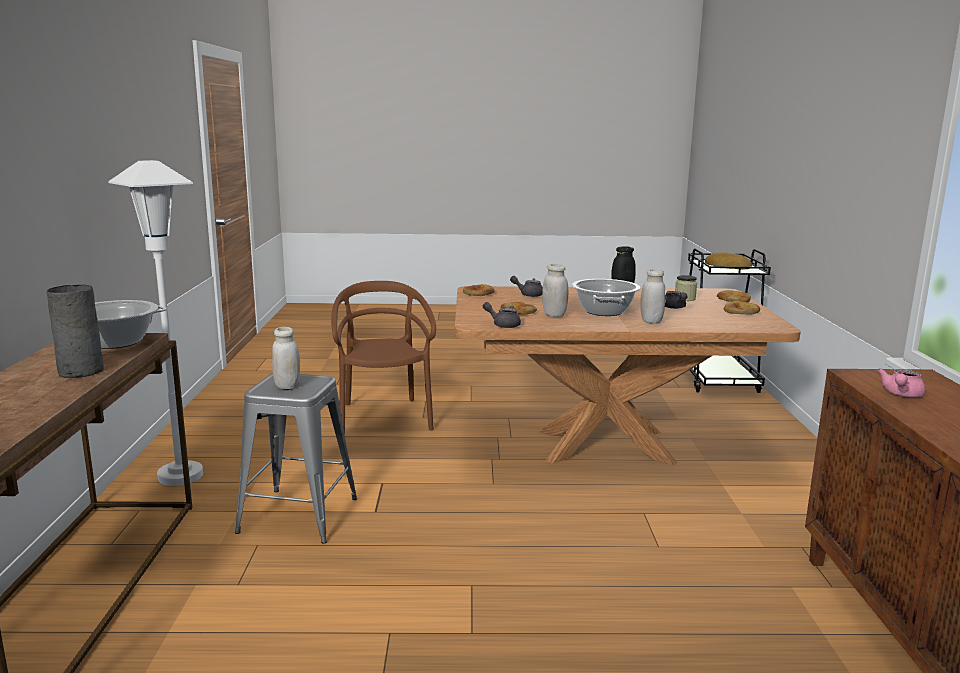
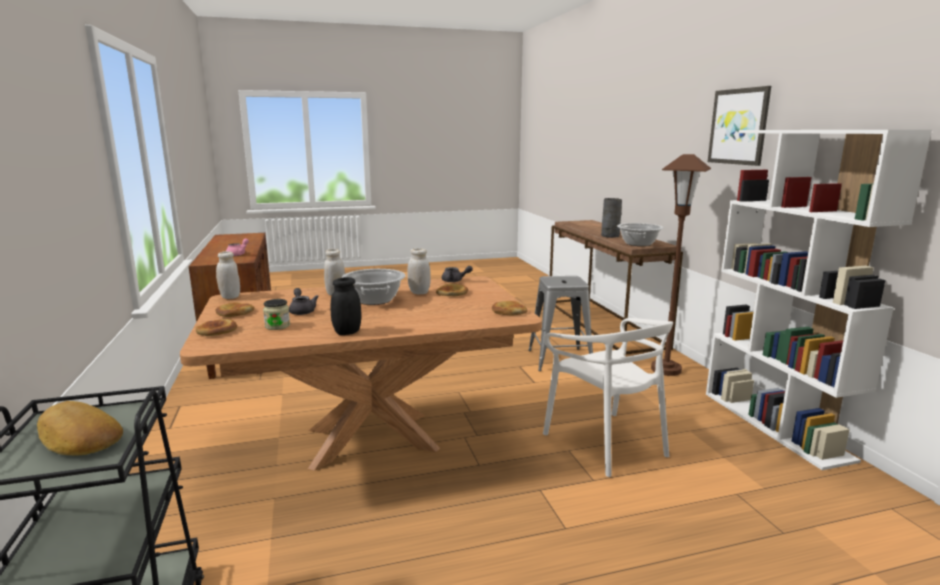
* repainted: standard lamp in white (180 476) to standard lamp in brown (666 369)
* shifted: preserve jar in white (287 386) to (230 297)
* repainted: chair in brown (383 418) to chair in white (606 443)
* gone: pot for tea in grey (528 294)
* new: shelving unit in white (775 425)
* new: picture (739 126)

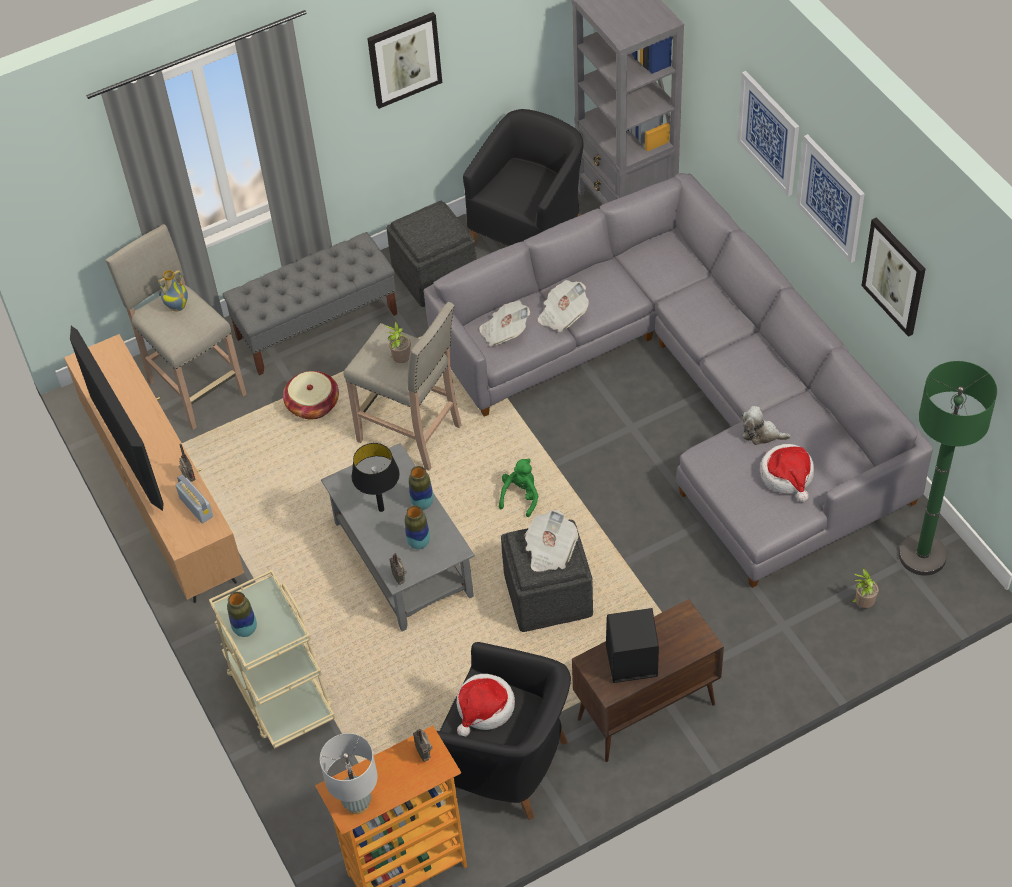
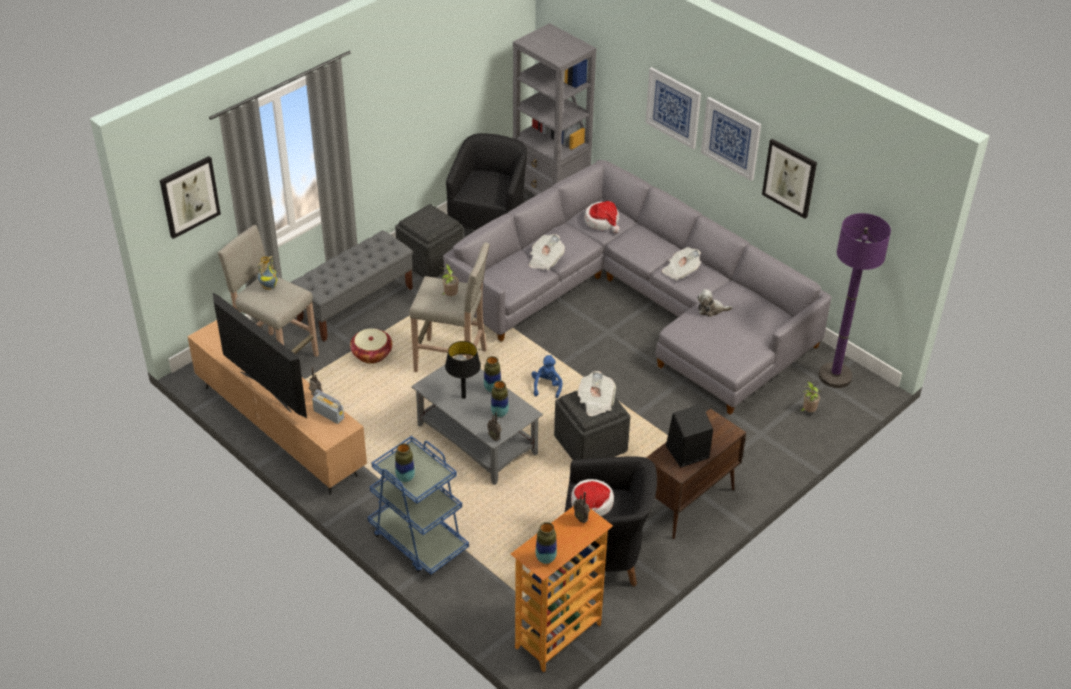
* repainted: trolley in beige (280 692) to trolley in bluish (418 540)
* swapped: table lamp in grey (357 802) to flower vase (545 558)
* shifted: picture (404 59) to (189 196)
* shifted: daily paper (504 332) to (680 271)
* repainted: soft toy in green-coloured (520 496) to soft toy in bluish (546 386)
* shifted: clothing hat (787 475) to (602 221)
* repainted: standard lamp in green-coloured (922 555) to standard lamp in purplish (835 376)

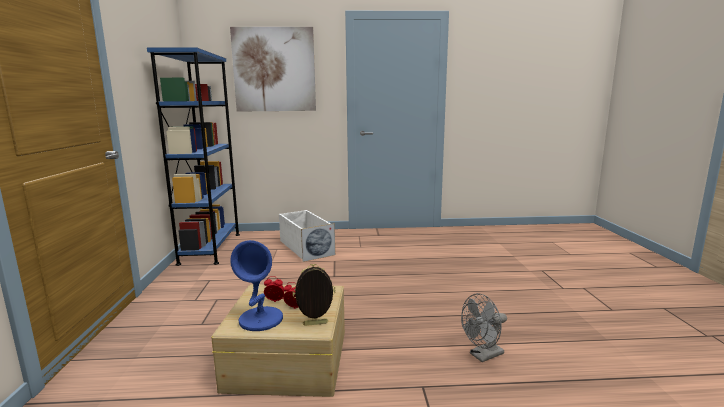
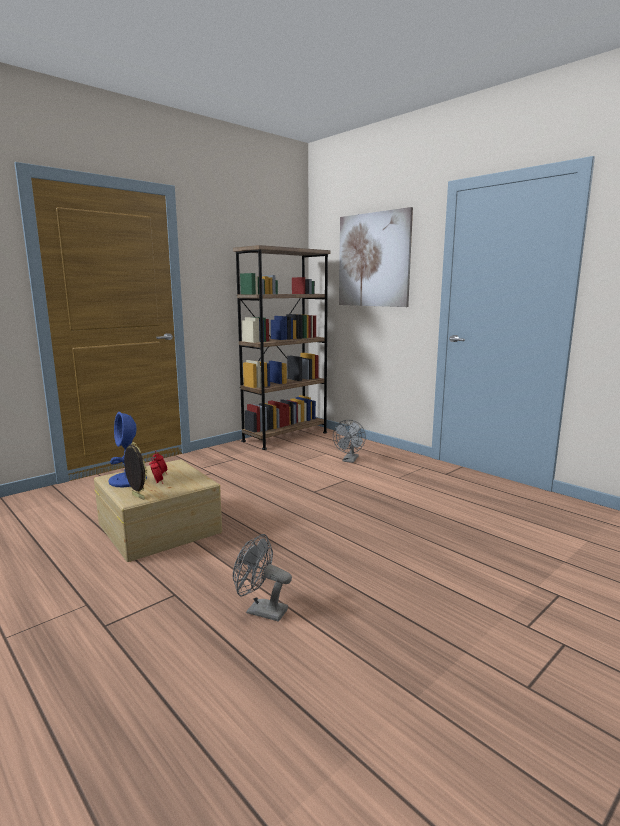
* repainted: shelving unit in bluish (210 248) to shelving unit in brown (285 437)
* swapped: storage container in white (305 247) to fan in grey (349 460)

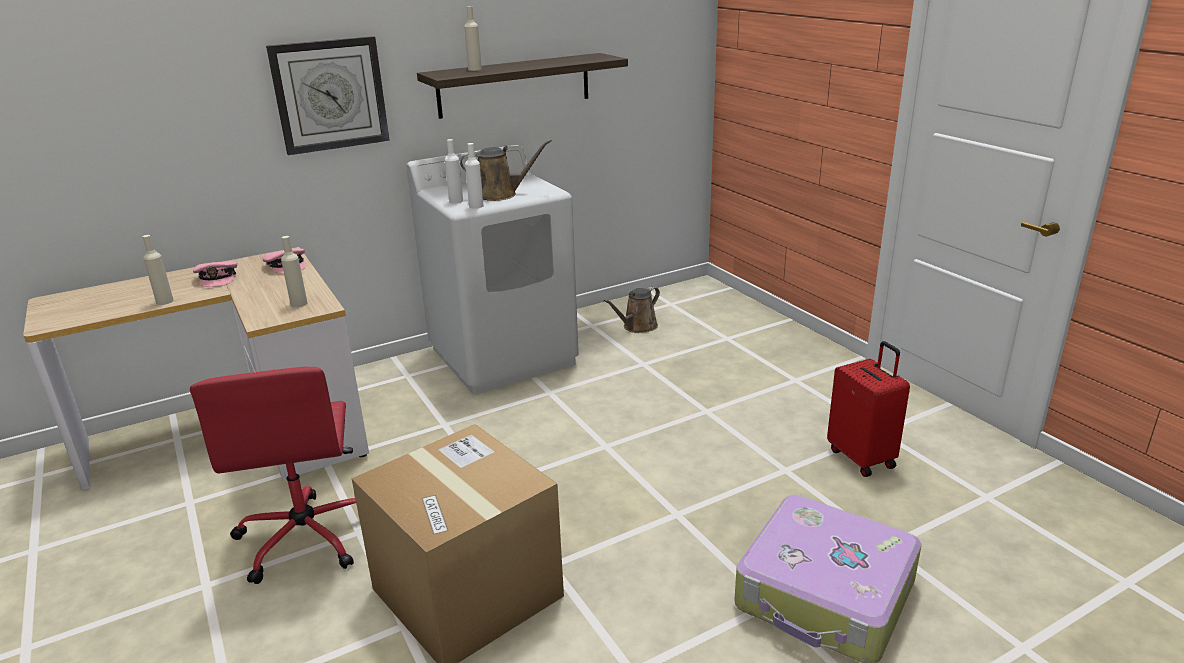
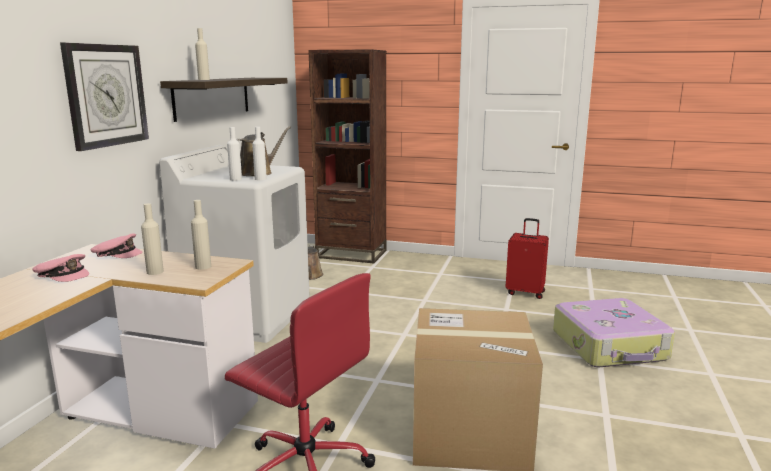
* shifted: bottle in beige (165 301) to (155 272)
* new: shelving unit in brown (351 254)

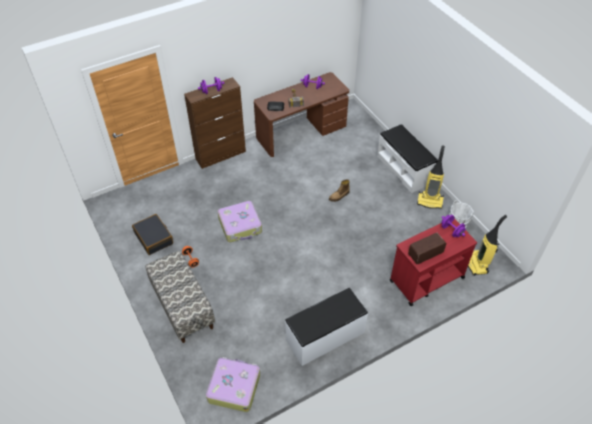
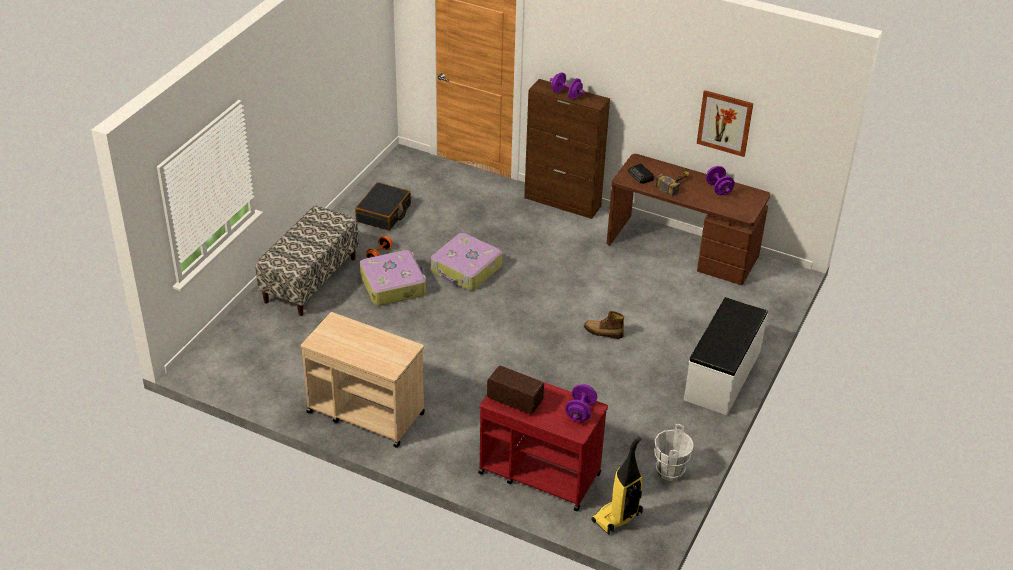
* shifted: travel case (234 387) to (393 285)
* swapped: indoor bench in white (325 336) to trolley in beige (365 412)
* gone: vacuum cleaner (430 201)
* new: picture (725 122)

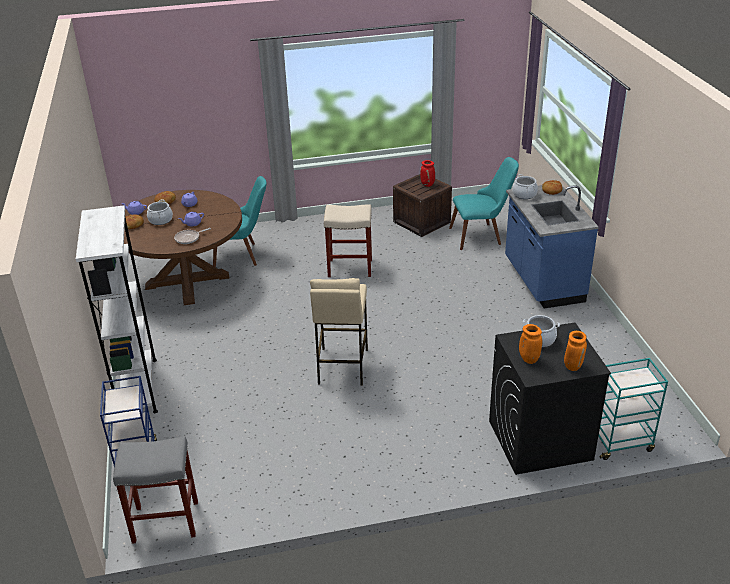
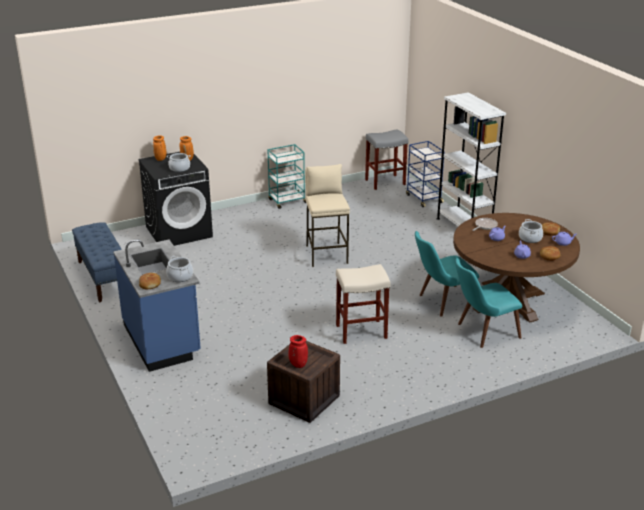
* shifted: chair in blue-green (482 235) to (441 302)
* shifted: trolley in blue-green (620 442) to (287 201)
* new: indoor bench in bluish (103 278)

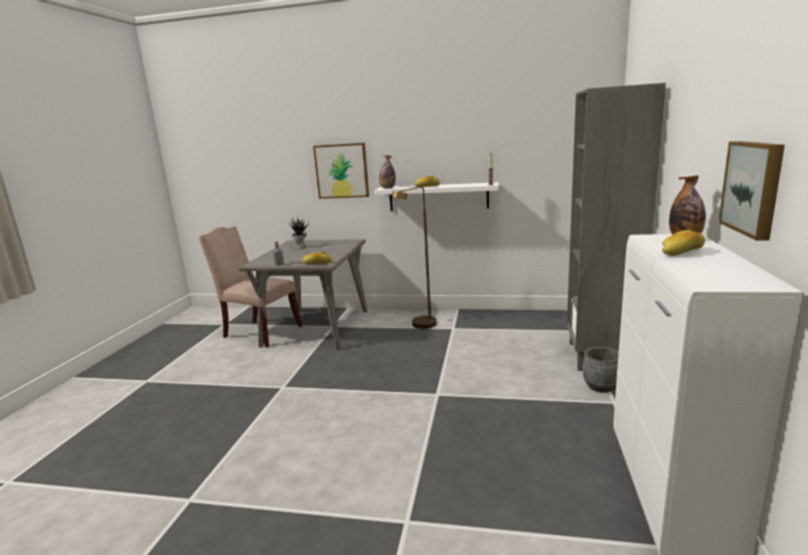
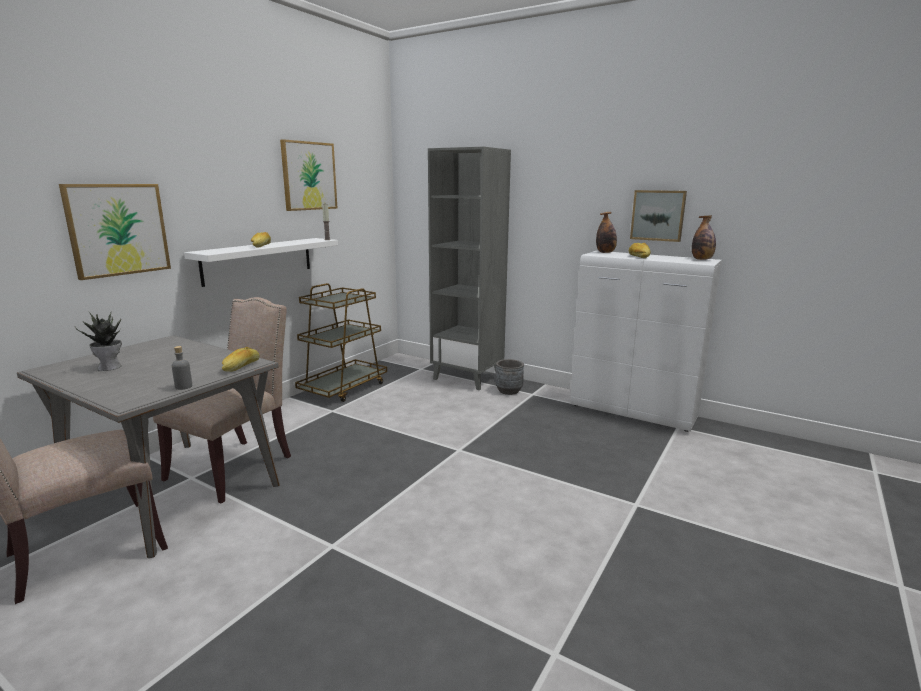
* shifted: bottle (387 188) to (702 259)
* gone: standard lamp in brown (420 326)
* new: chair in beige (236 466)
* new: picture (309 176)
* new: trolley in brown (344 388)

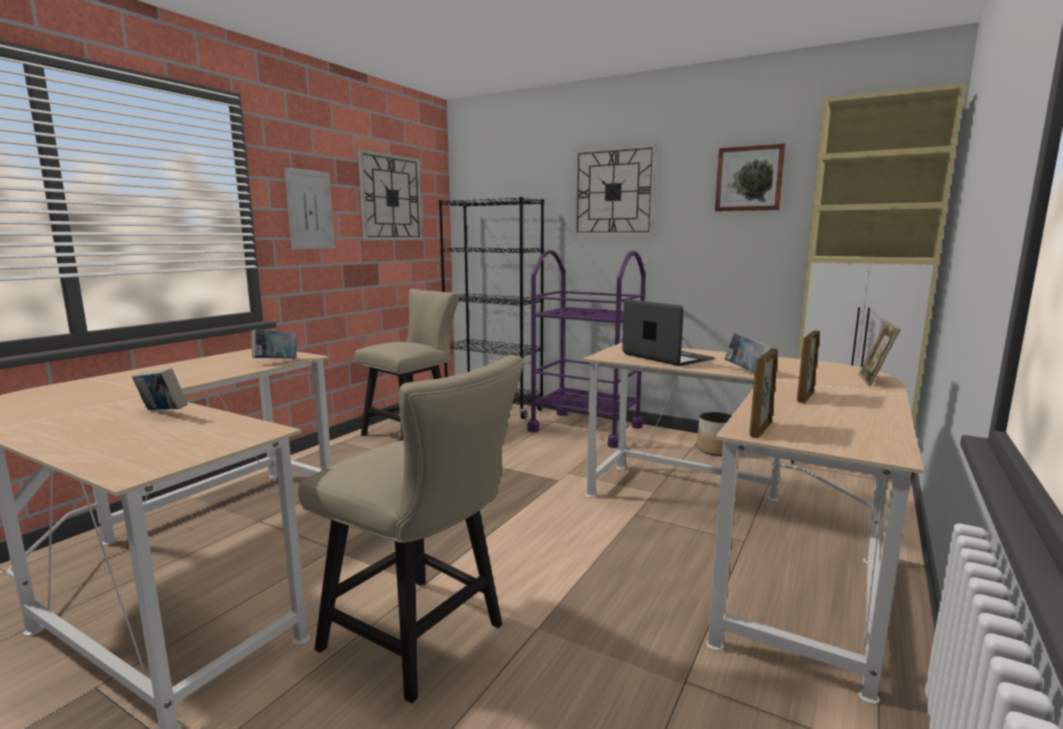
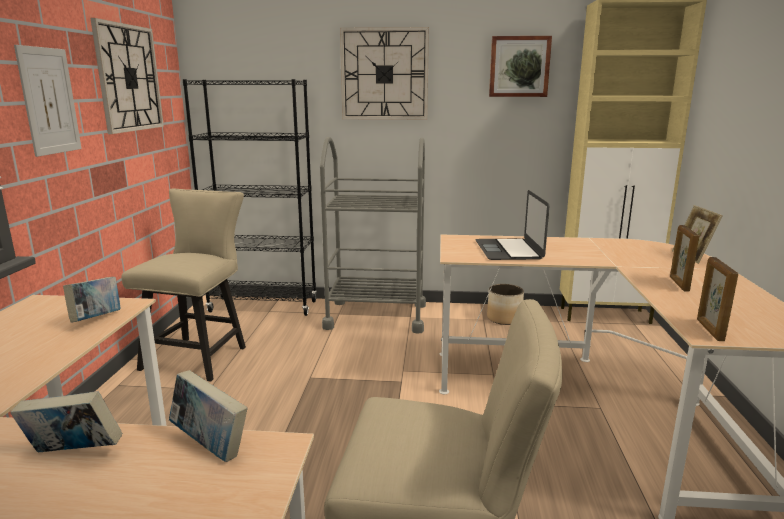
* repainted: trolley in purplish (585 429) to trolley in grey (376 316)
* rotated: notebook computer (667 357) = (508 249) 120 degrees counterclockwise
* shifted: book (748 372) to (210 445)

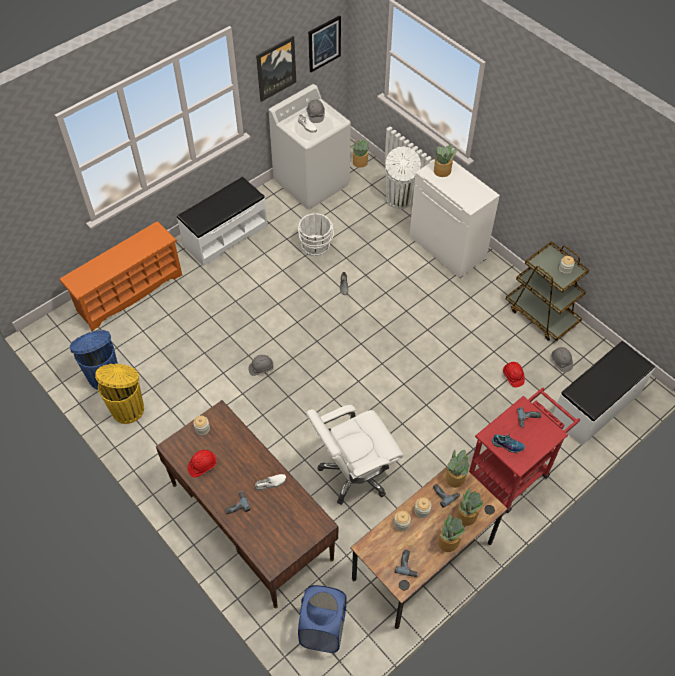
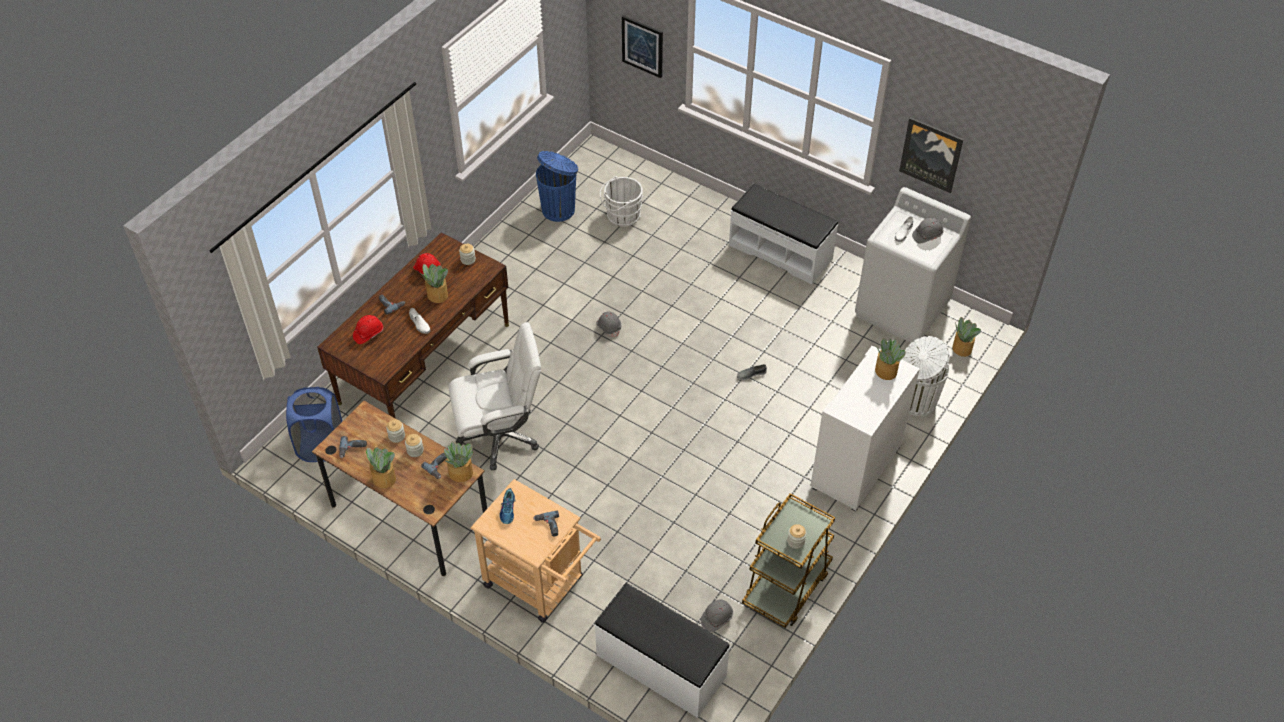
* gone: shoe rack in orangey (129 292)
* gone: rubbish bin in yellow (128 408)
* shifted: bucket in white (316 247) to (621 216)
* rotated: computer chair in white (354 473) = (500 436) 120 degrees clockwise
* shifted: picture (324 43) to (642 46)
* shifted: plant in a pot (466 516) to (437 295)
* repainted: trolley in red (513 471) to trolley in beige (540 585)
* shifted: work helmet in red (513 376) to (368 333)

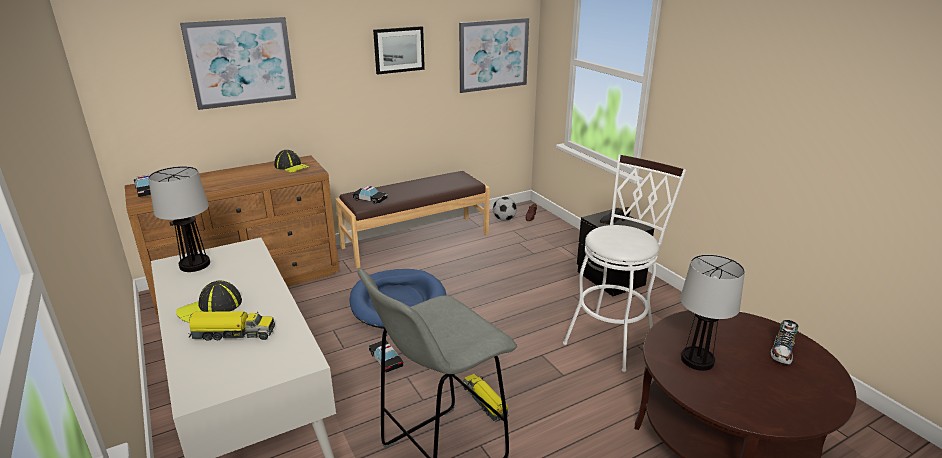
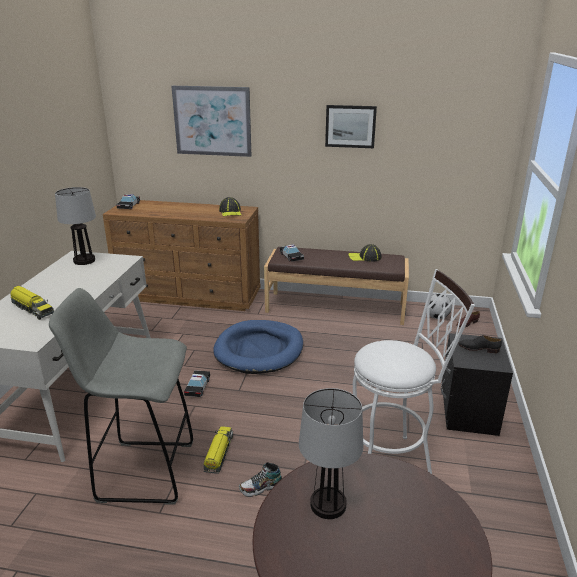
* shifted: baseball cap (210 307) to (365 257)
* gone: picture (493 55)
* shifted: item of footwear (782 352) to (261 488)

